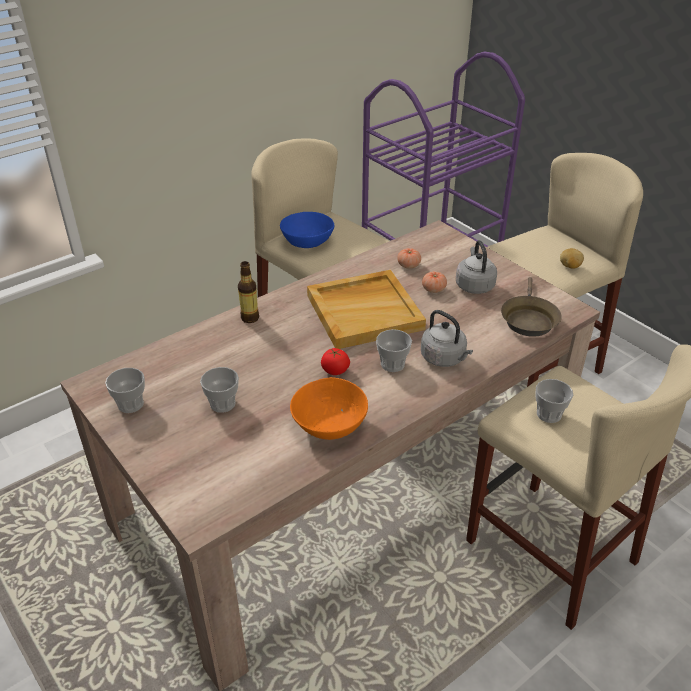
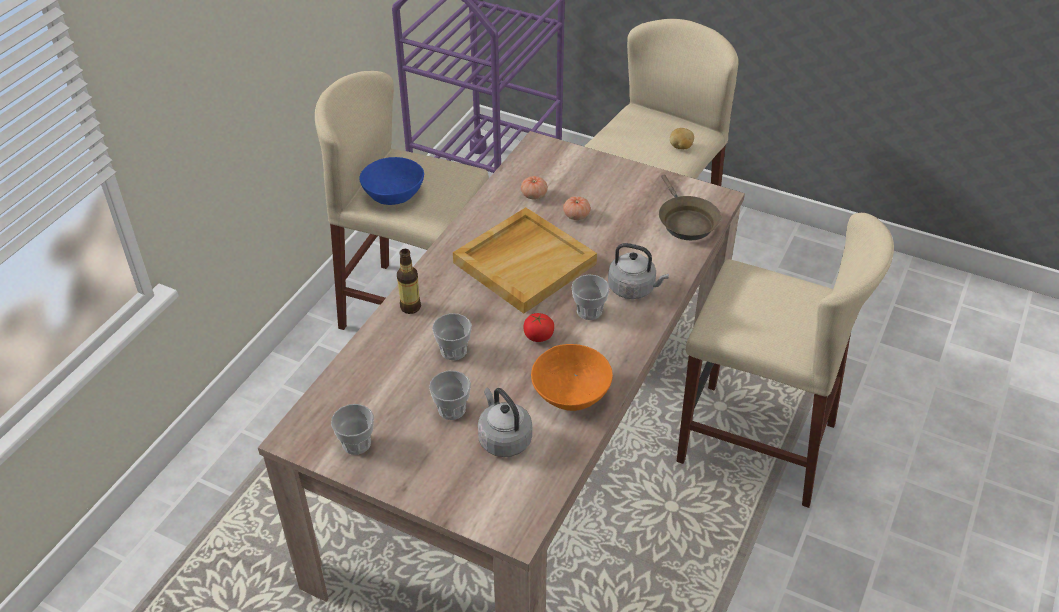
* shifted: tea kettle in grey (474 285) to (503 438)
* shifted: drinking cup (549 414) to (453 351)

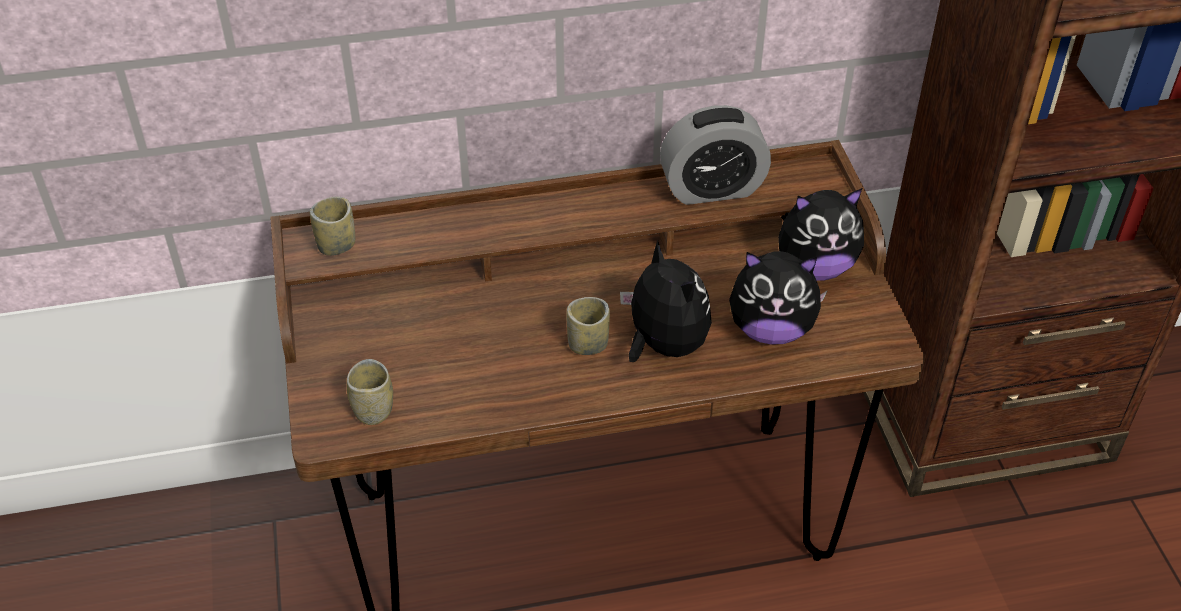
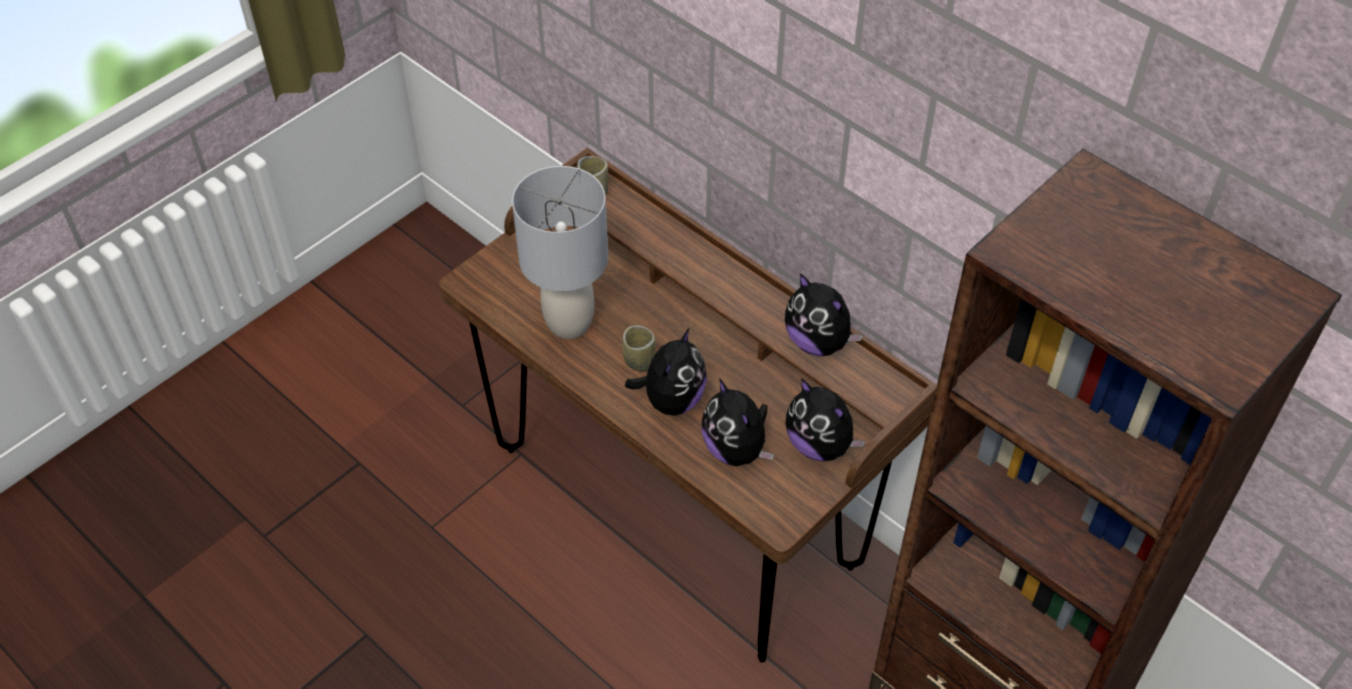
* gone: drinking cup (373 410)
* swapped: alarm clock (712 189) to soft toy (818 342)
* new: table lamp in grey (568 323)

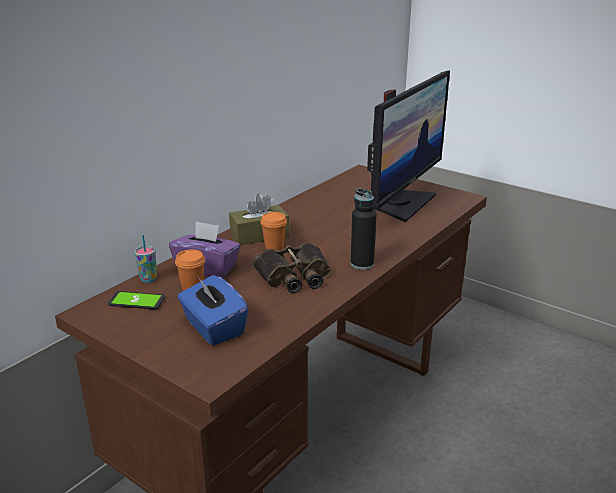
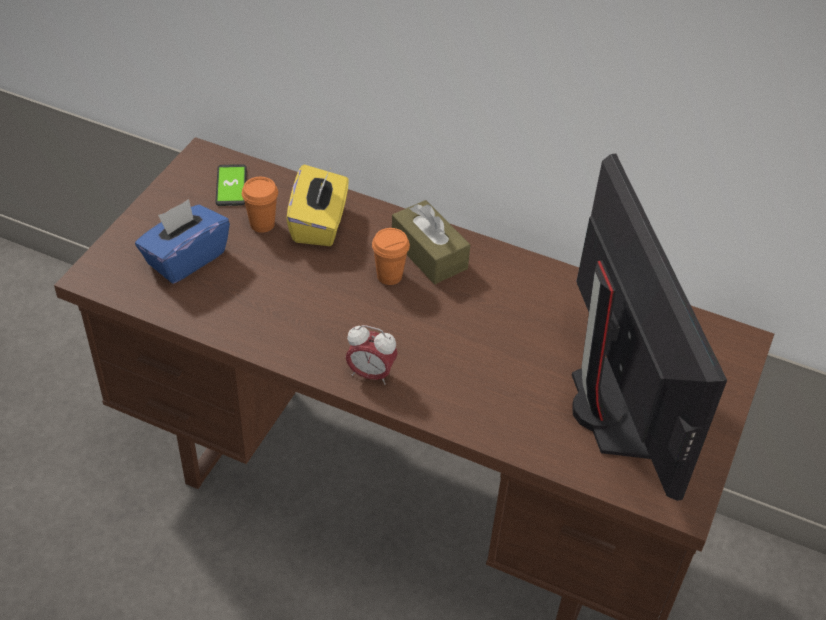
* gone: drinking cup (148 279)
* repainted: tissue box in purplish (207 269) to tissue box in yellow (319 224)
* gone: field glasses (294 276)
* swapped: bottle in black-coloured (362 264) to alarm clock (370 374)
* rotated: monitor (402 203) = (610 409) 120 degrees counterclockwise

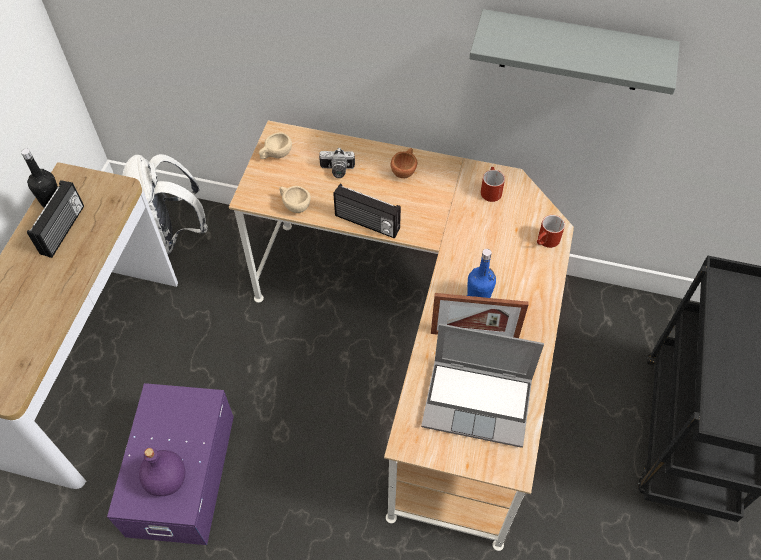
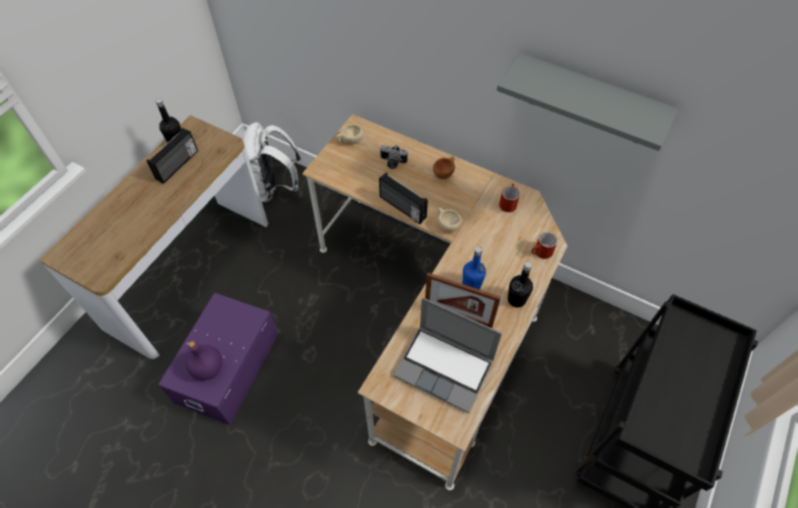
* shifted: drinking cup in beige (294 205) to (446 224)
* new: bottle in black-coloured (516 299)

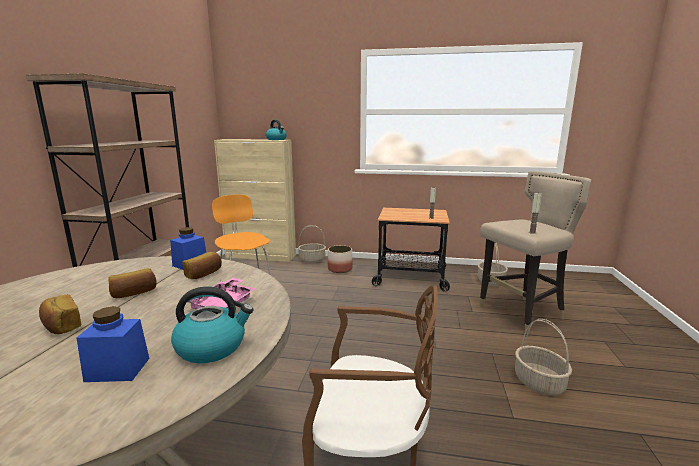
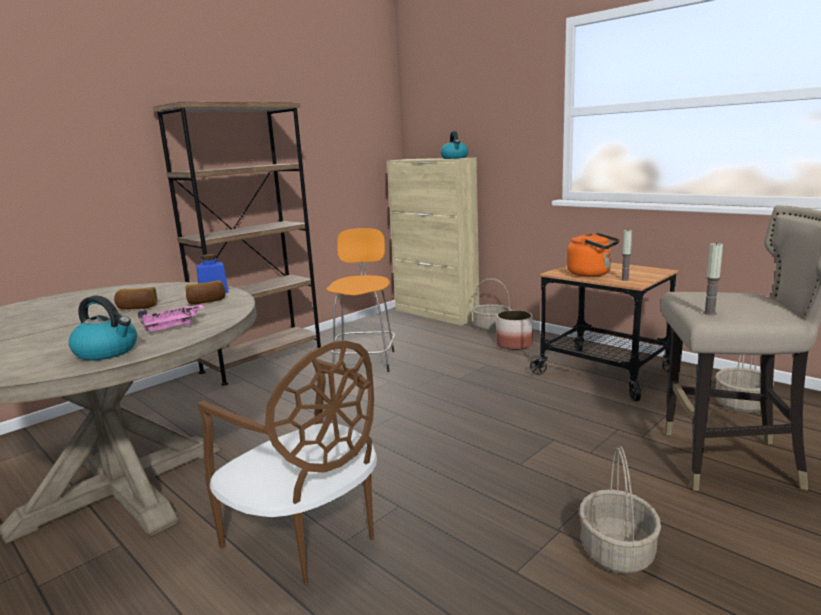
* gone: bakery bread (61 326)
* gone: preserve jar in bluish (118 369)
* new: tea kettle in orangey (591 274)

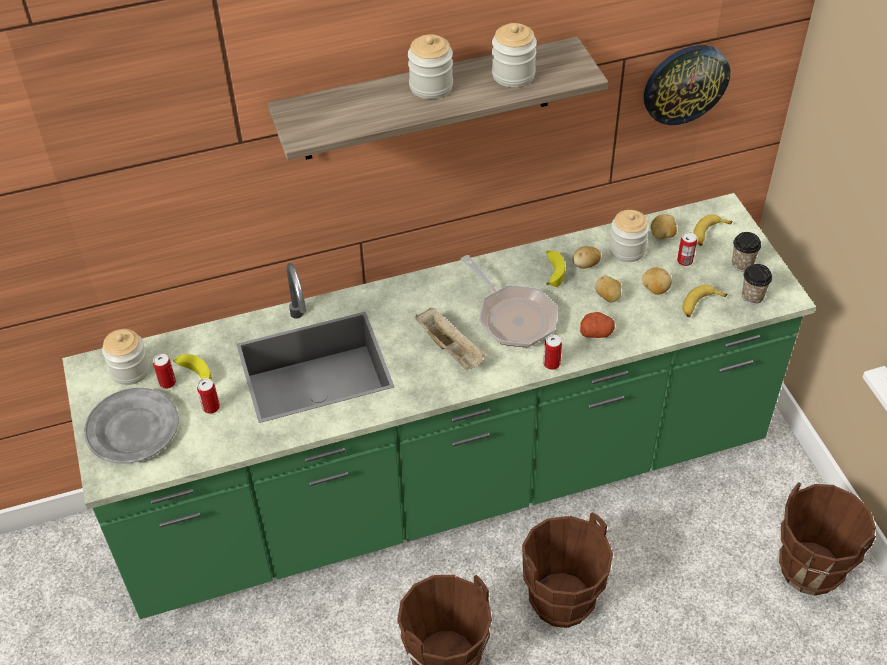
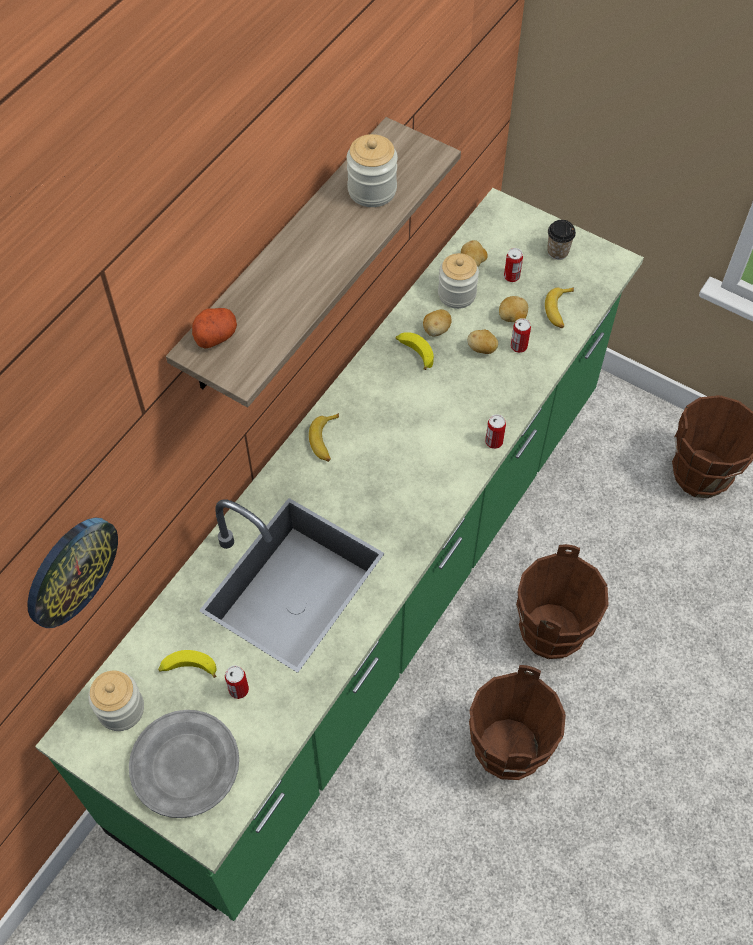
* shifted: metal can (167 382) to (518 346)
* gone: preserve jar (431 86)
* gone: serving tray in beige (451 349)
* gone: pan (513 317)
* shifted: spud (596 332) to (215 335)
* shifted: clock on the wall (685 83) to (70 570)
* shifted: banana (708 234) to (325 441)
* gone: drinking cup (752 296)

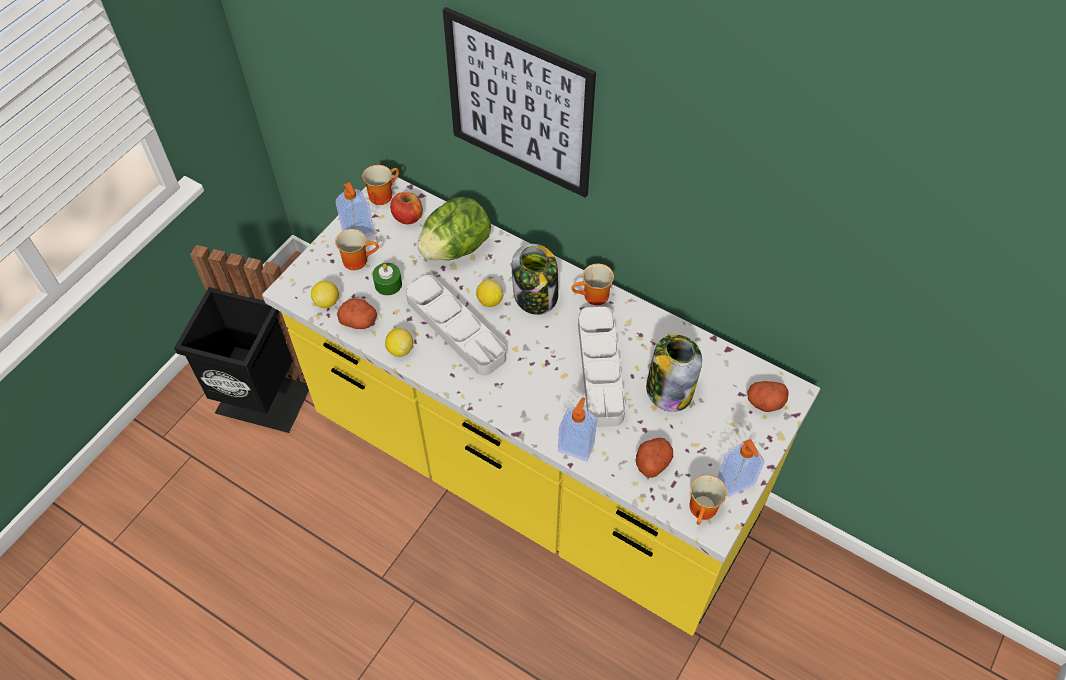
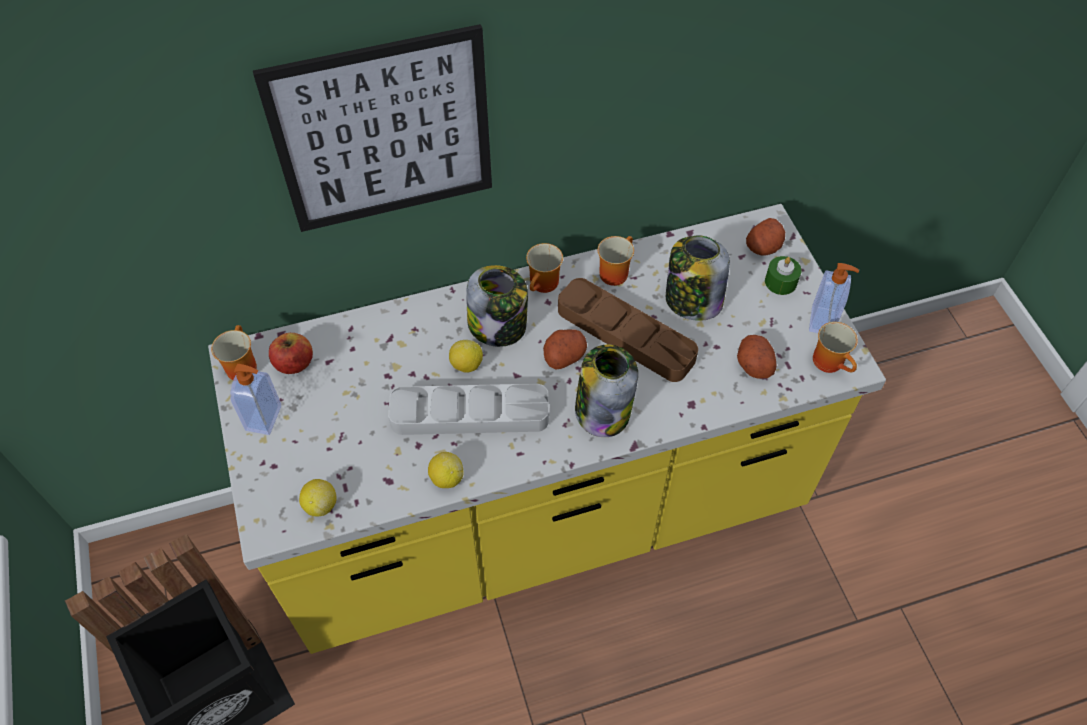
* shifted: coffee mug (358 259) to (613 271)
* shifted: spud (359 321) to (564 355)
* shifted: wax candle in green-coloured (388 284) to (780 282)
* gone: head of lettuce (456 248)
* gone: soap dispenser (576 446)
* repainted: serving tray in grey (600 369) to serving tray in brown (625 334)
* new: preserve jar (602 410)

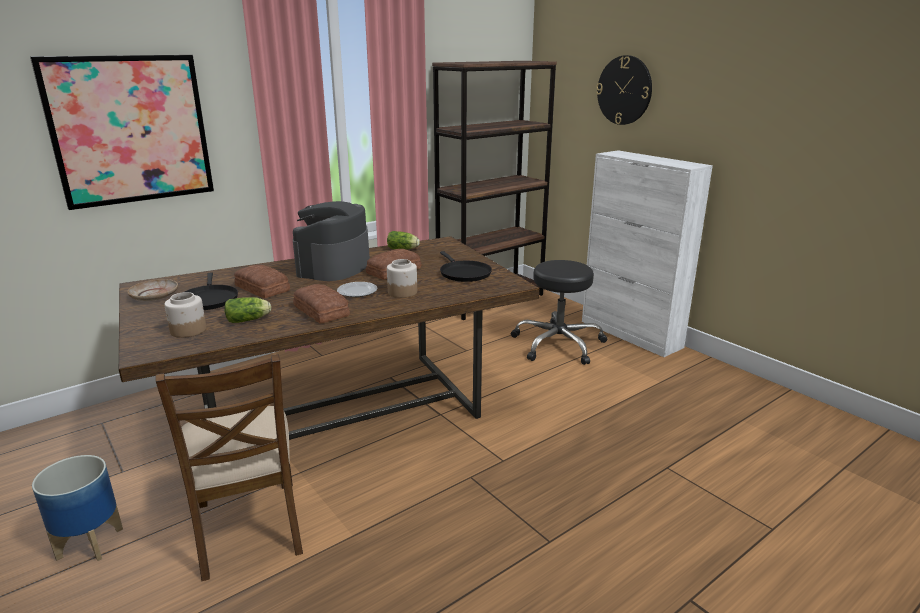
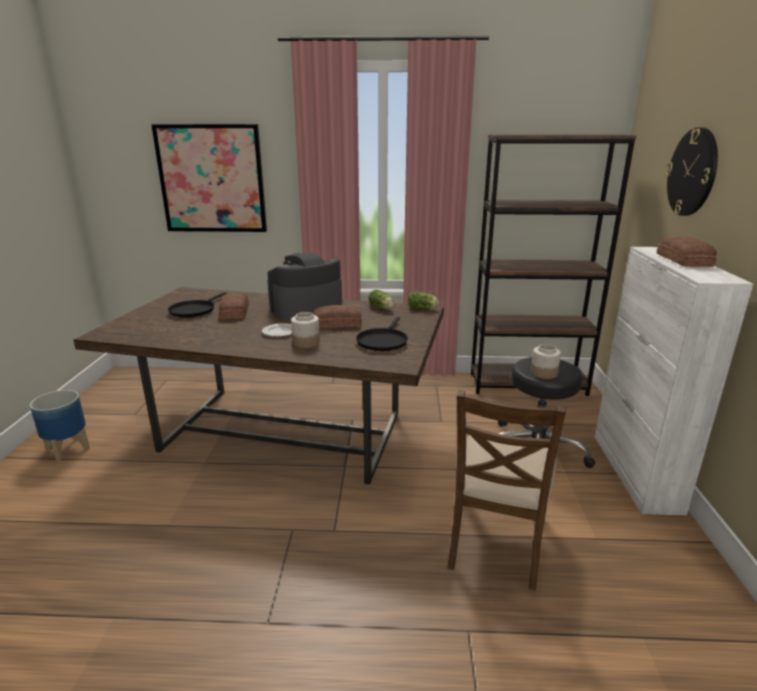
* gone: plate in beige (155 296)
* shifted: chair in brown (248 527) to (496 541)
* shifted: preserve jar (188 330) to (543 373)
* shifted: head of lettuce (249 320) to (423 308)
* shifted: bakery bread (322 310) to (684 260)

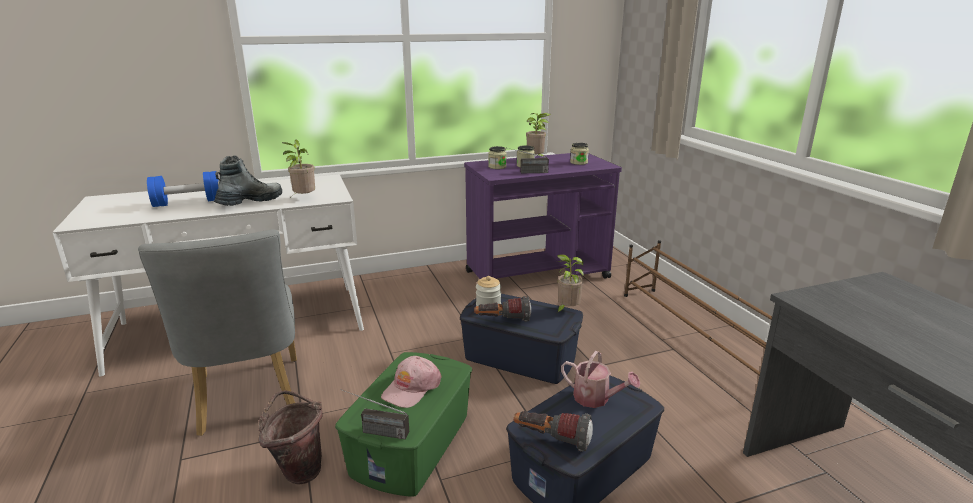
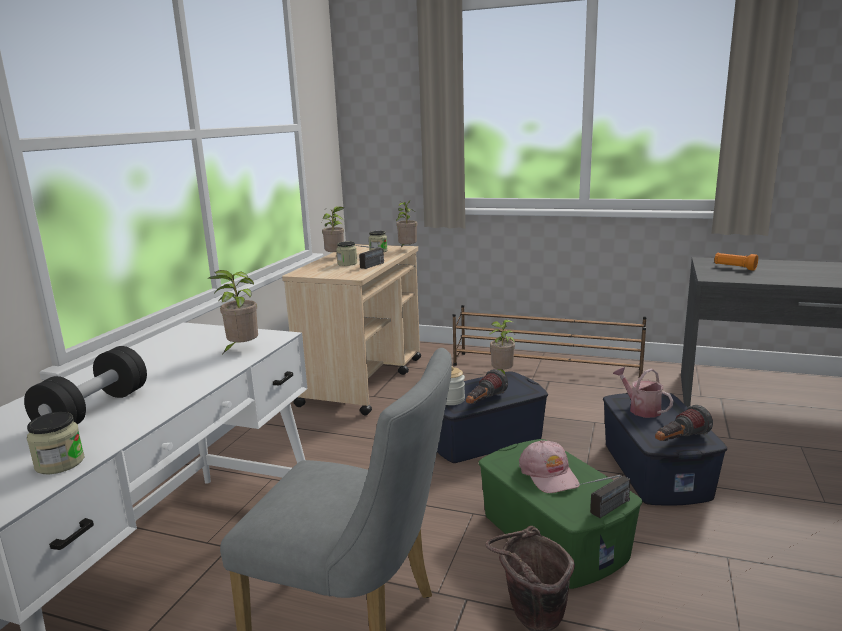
* repainted: dumbbell in bluish (188 203) to dumbbell in black-coloured (94 410)
* gone: boot (250 201)
* repainted: trolley in purplish (538 275) to trolley in beige (363 380)
* shifted: preserve jar (497 167) to (60 463)
* rotated: watering pot (596 399) = (641 409) 105 degrees counterclockwise
* new: plant in a pot (407 249)
* new: torch in orangey (734 268)

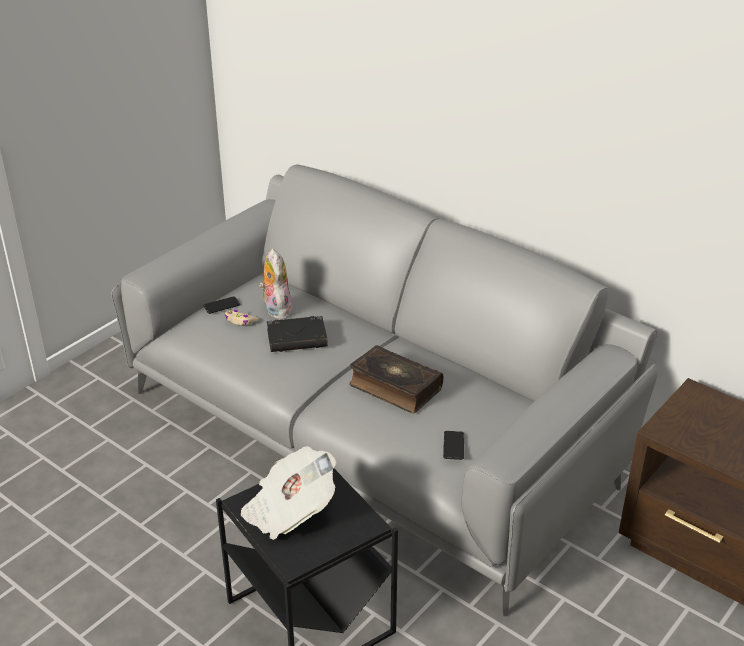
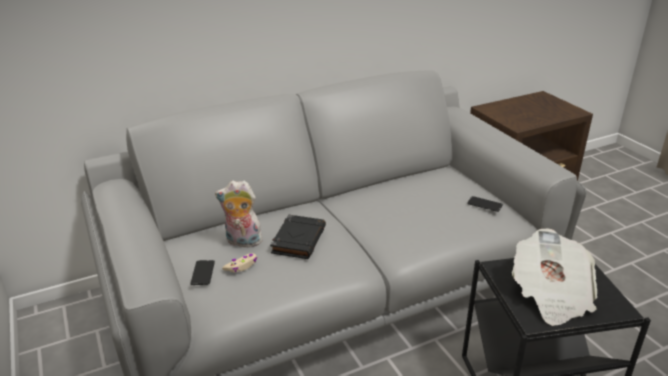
* gone: book (394 387)

